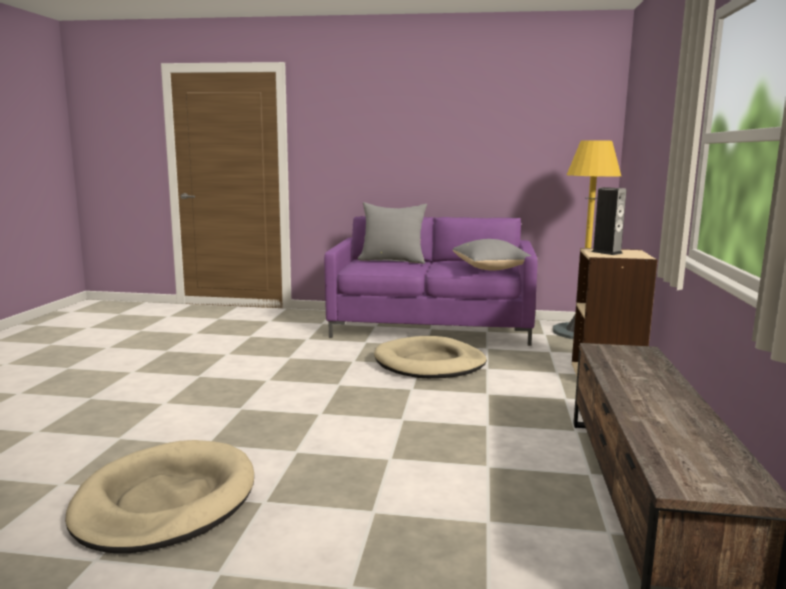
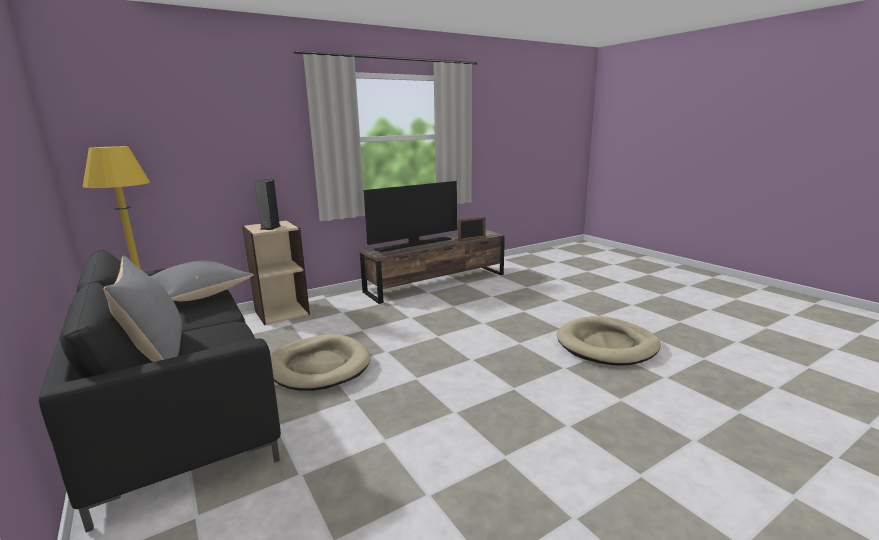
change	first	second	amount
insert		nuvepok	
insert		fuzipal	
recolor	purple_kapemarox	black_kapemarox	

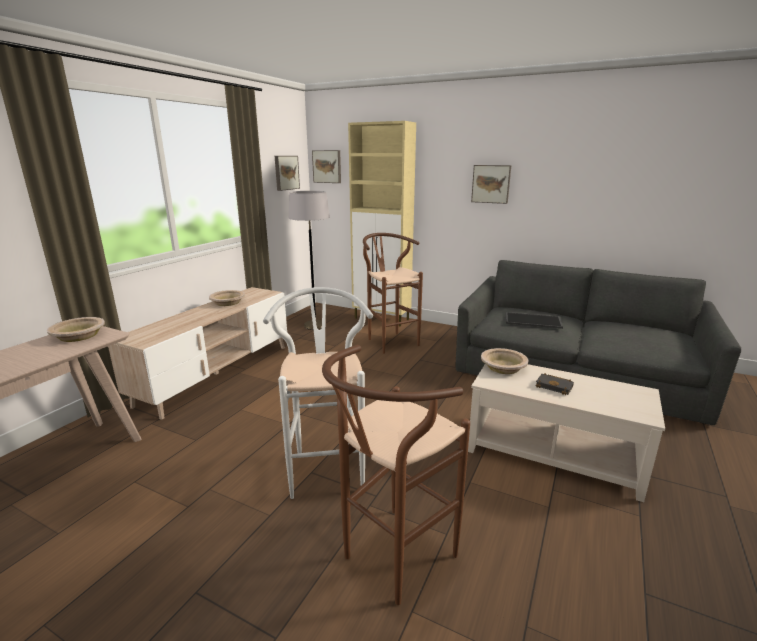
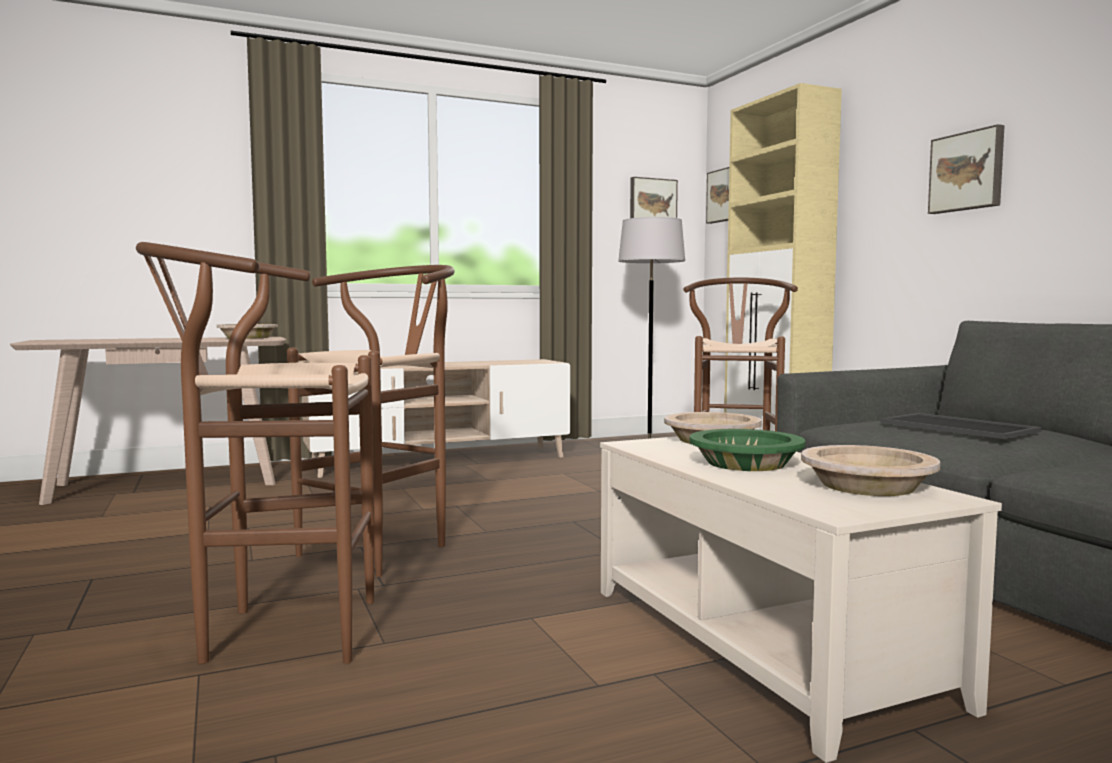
change	first	second	amount
move	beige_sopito (2nd from left in the first image)	beige_sopito (3rd from left)	
replace	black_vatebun	green_sopito	
recolor	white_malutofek	brown_malutofek (2nd from left)	

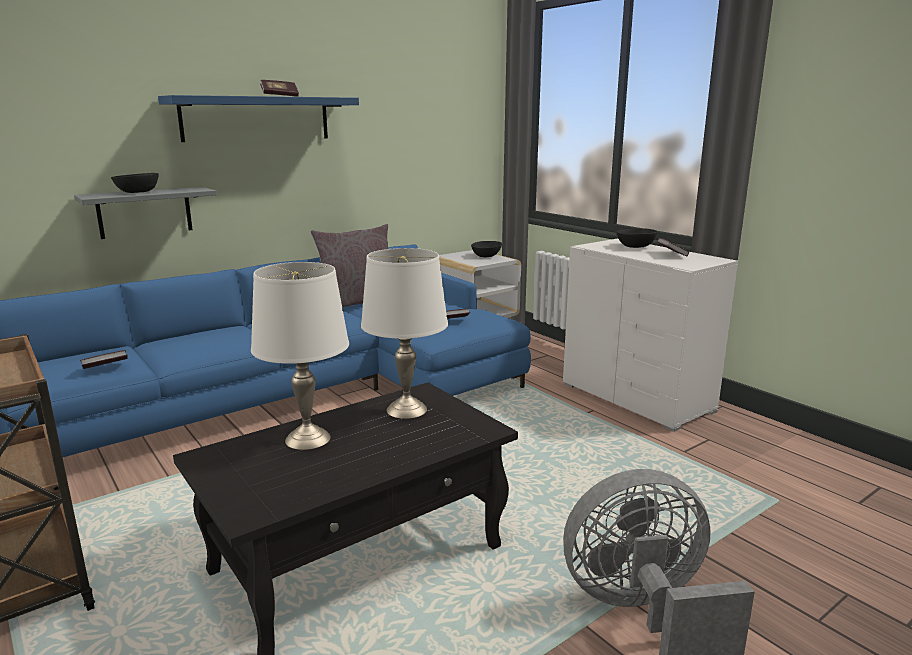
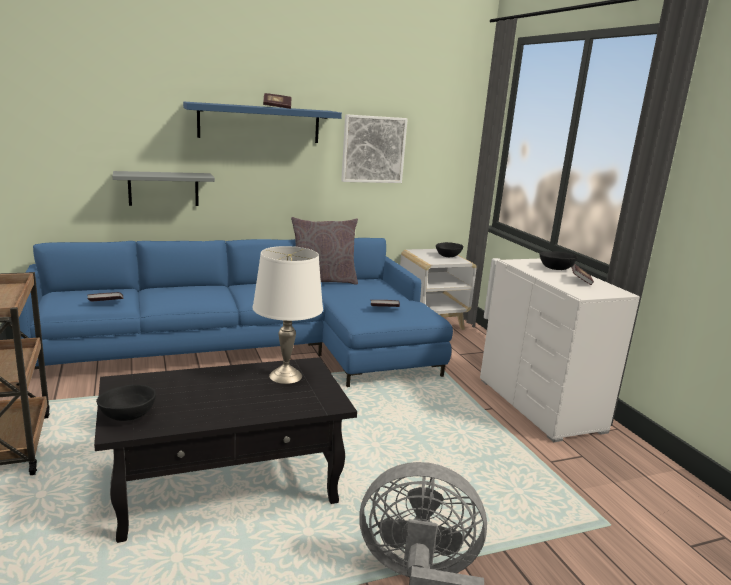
change	first	second	amount
delete	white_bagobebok (1st from left)		
insert		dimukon	
move	black_sopito (1st from left)		

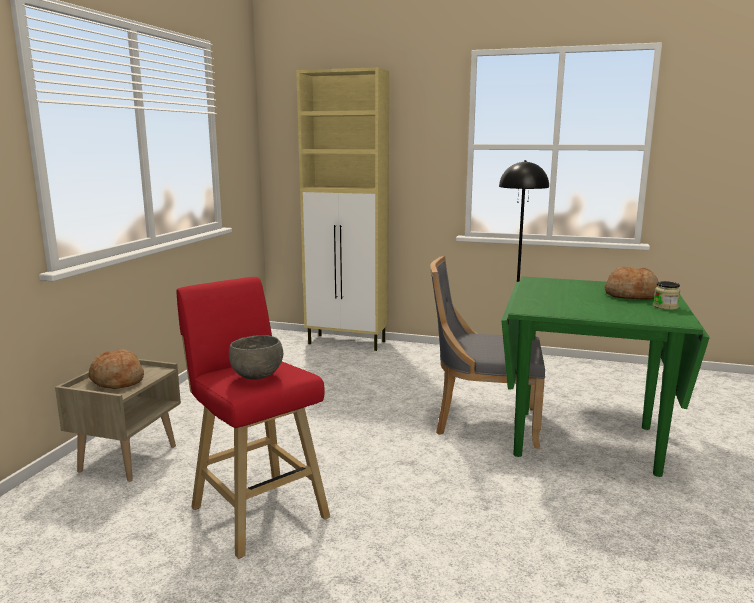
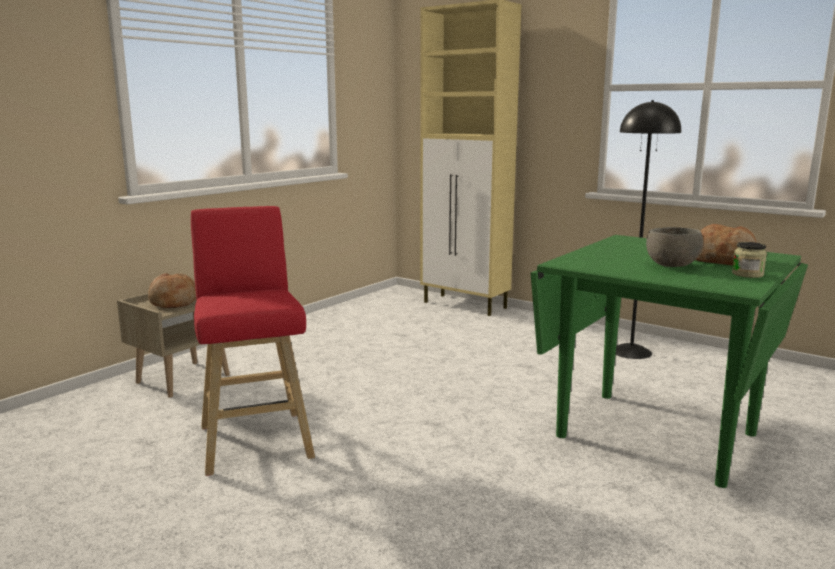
change	first	second	amount
delete	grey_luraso		
move	grey_sopito		

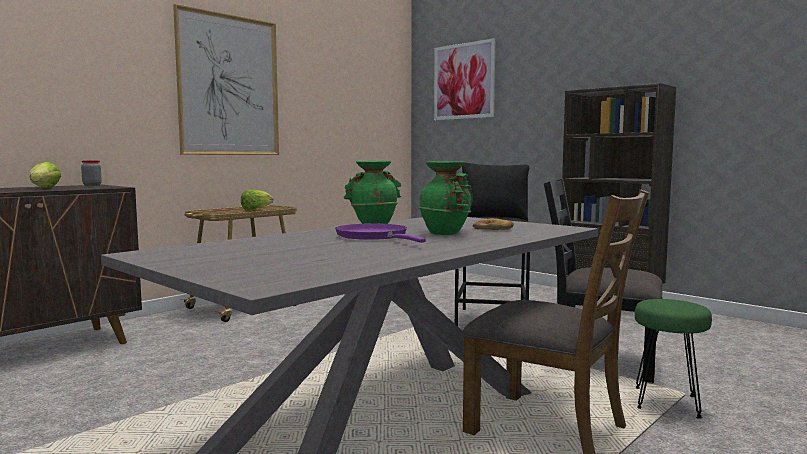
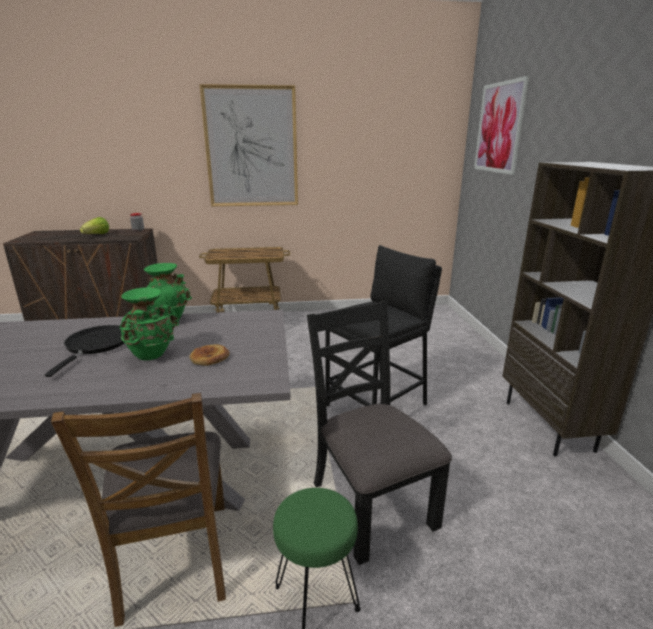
change	first	second	amount
delete	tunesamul (2nd from left)		
recolor	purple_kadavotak	black_kadavotak	

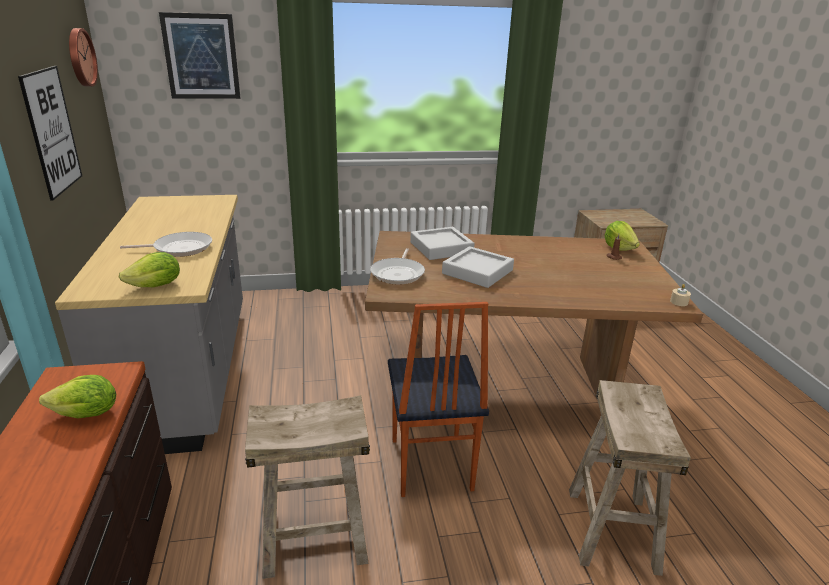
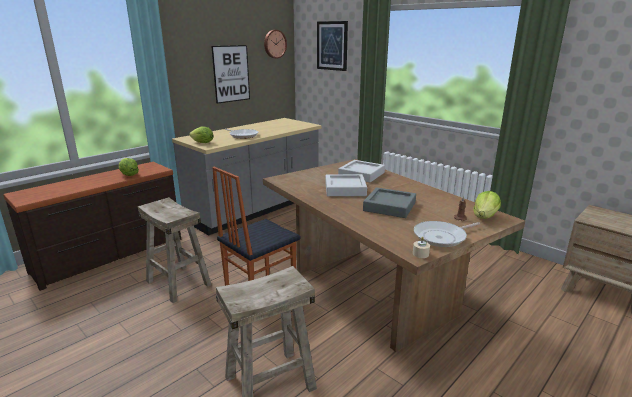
change	first	second	amount
insert		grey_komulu (3rd from left)	
move	kadavotak (2nd from left)		

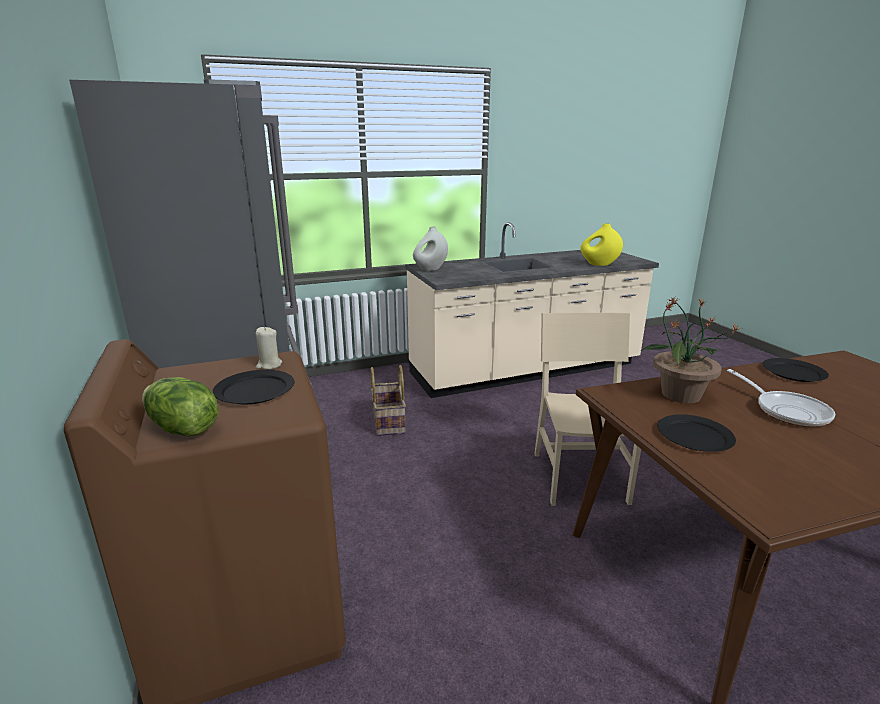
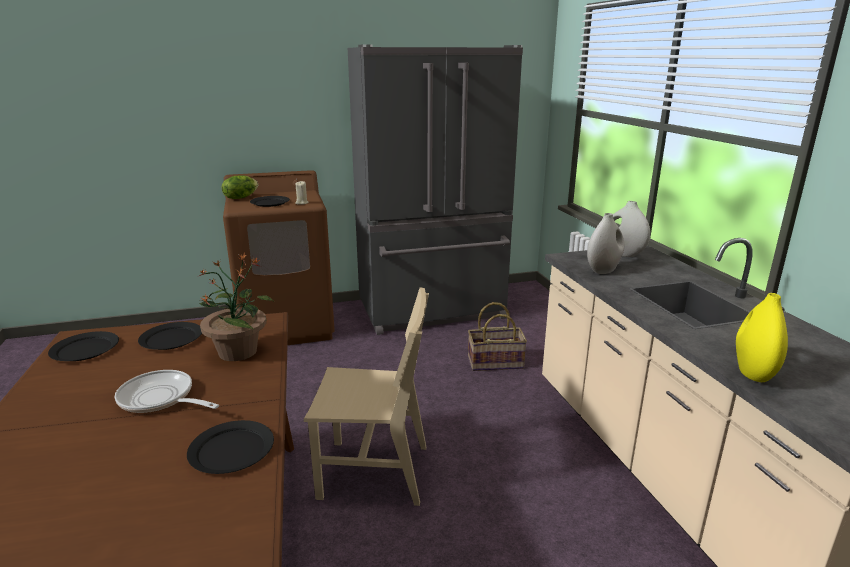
change	first	second	amount
insert		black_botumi (1st from left)	
insert		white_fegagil (1st from left)	
rotate	kadavotak		45 degrees clockwise

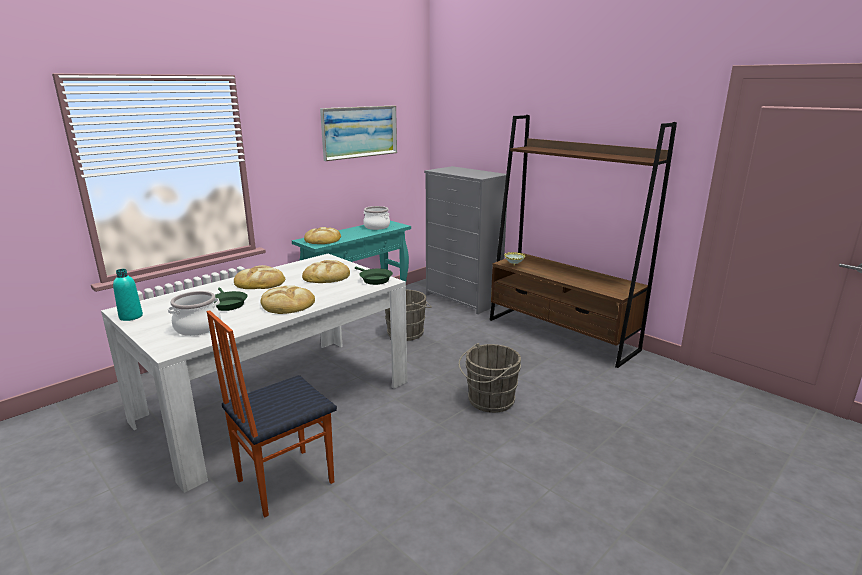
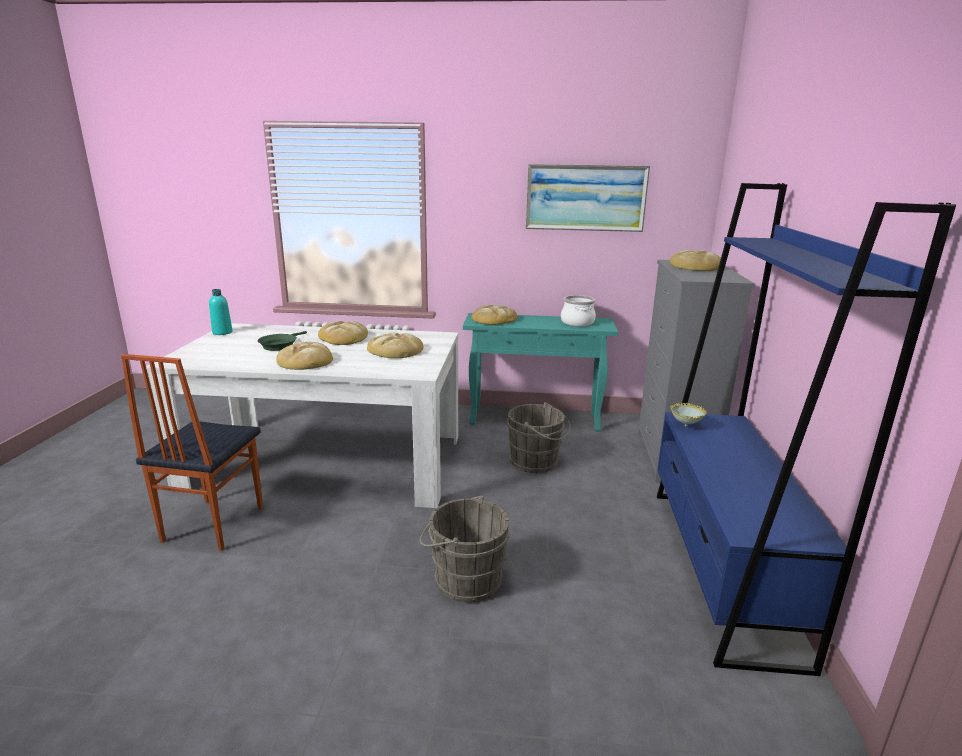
change	first	second	amount
delete	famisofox (1st from left)		
delete	green_kadavotak (2nd from left)		
insert		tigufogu (5th from left)	
recolor	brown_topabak	blue_topabak	
rotate	luraso		90 degrees counterclockwise

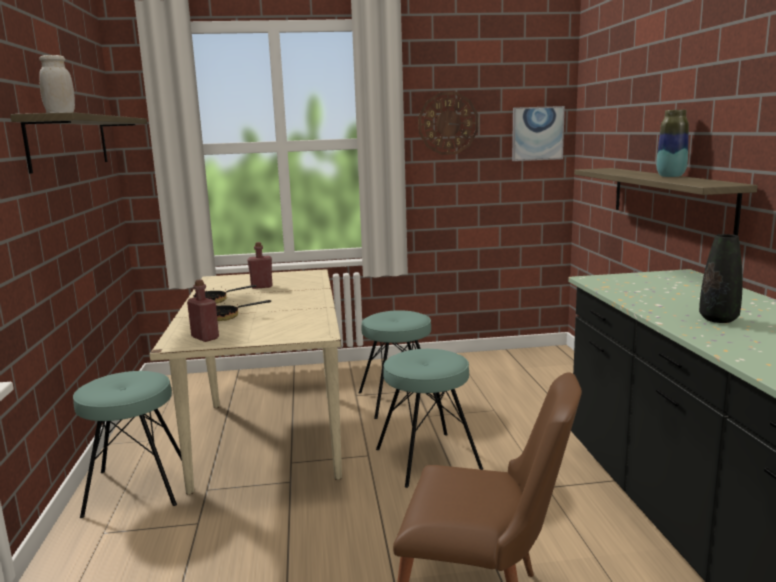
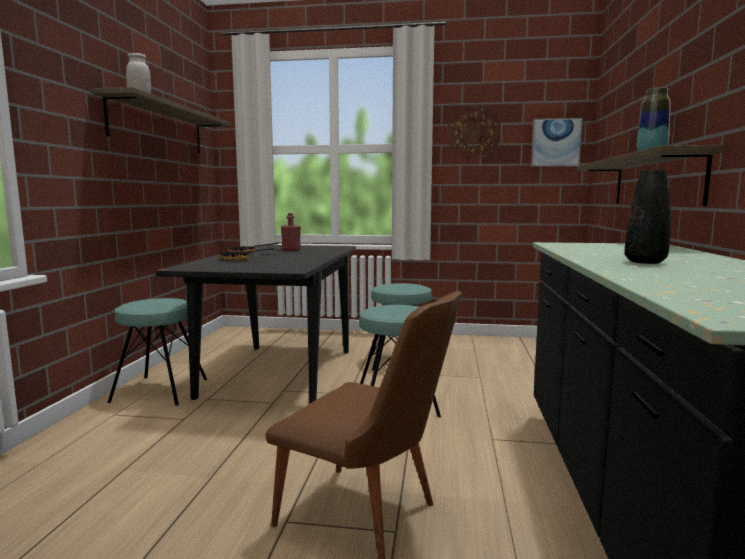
change	first	second	amount
delete	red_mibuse (1st from left)		
recolor	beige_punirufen	black_punirufen	

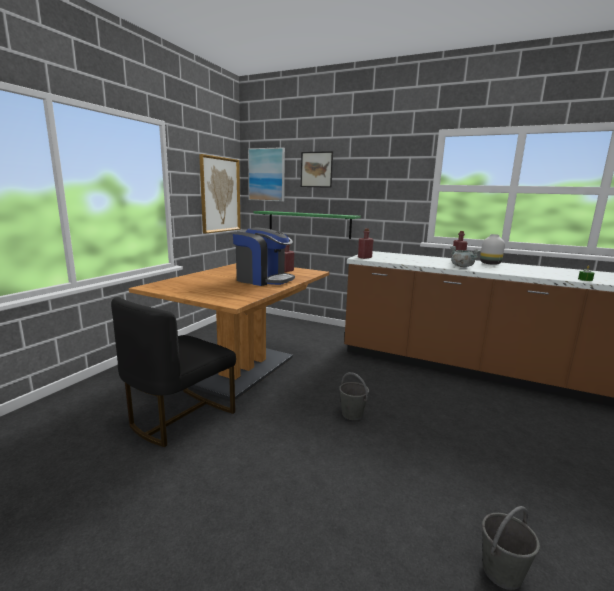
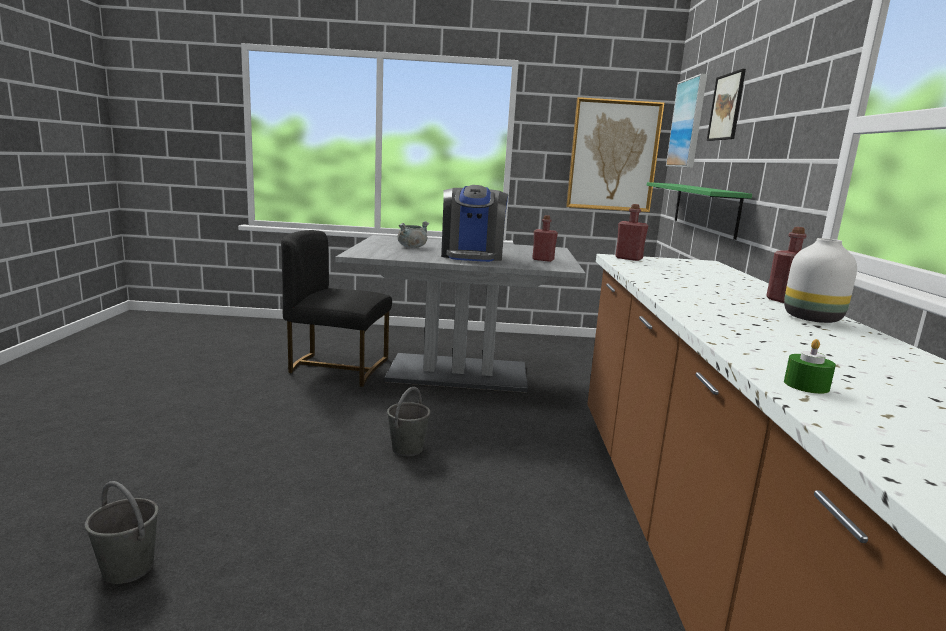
change	first	second	amount
move	grey_famisofox		
recolor	brown_punirufen	grey_punirufen	

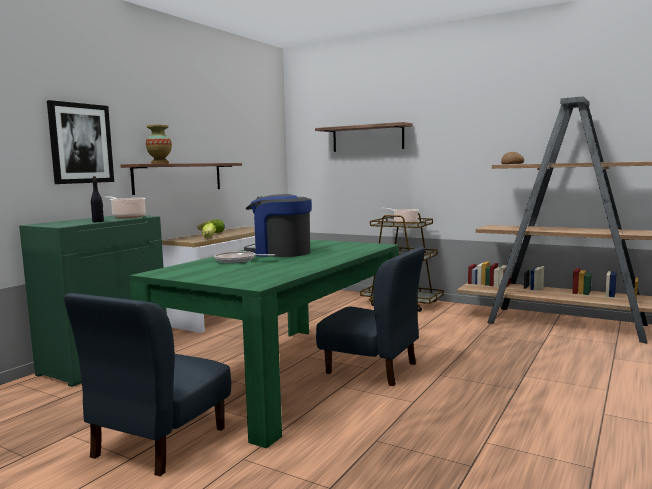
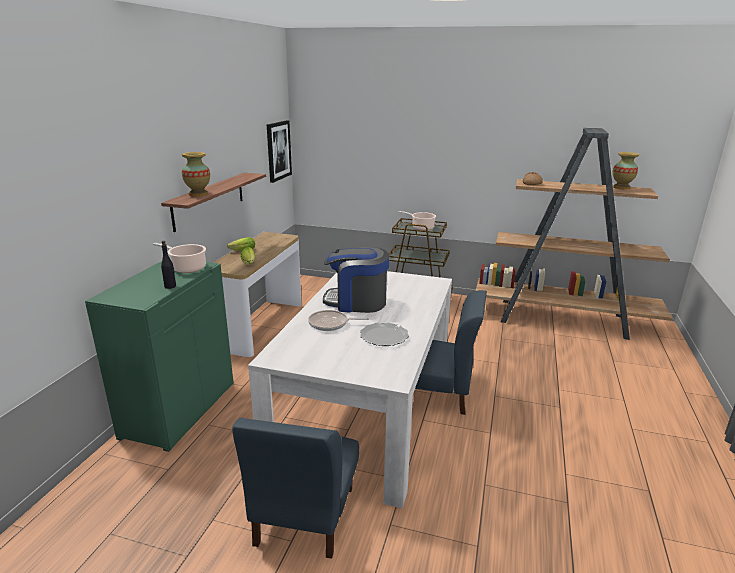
change	first	second	amount
delete	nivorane (2nd from left)		
insert		botumi	
insert		fegagil (2nd from left)	
move	dimukon		
recolor	green_punirufen	white_punirufen	

